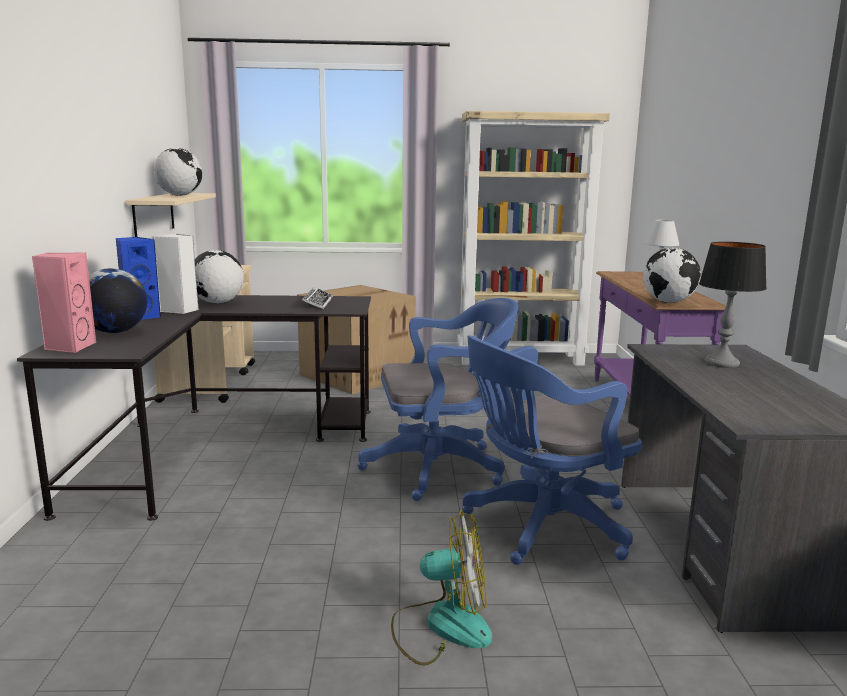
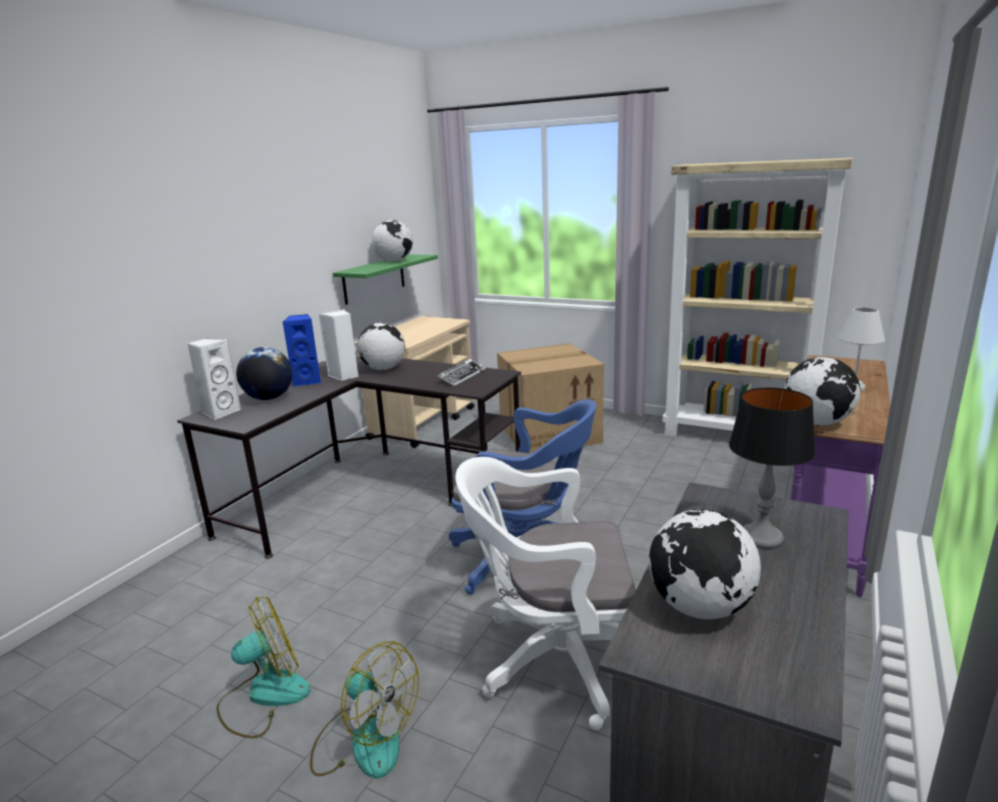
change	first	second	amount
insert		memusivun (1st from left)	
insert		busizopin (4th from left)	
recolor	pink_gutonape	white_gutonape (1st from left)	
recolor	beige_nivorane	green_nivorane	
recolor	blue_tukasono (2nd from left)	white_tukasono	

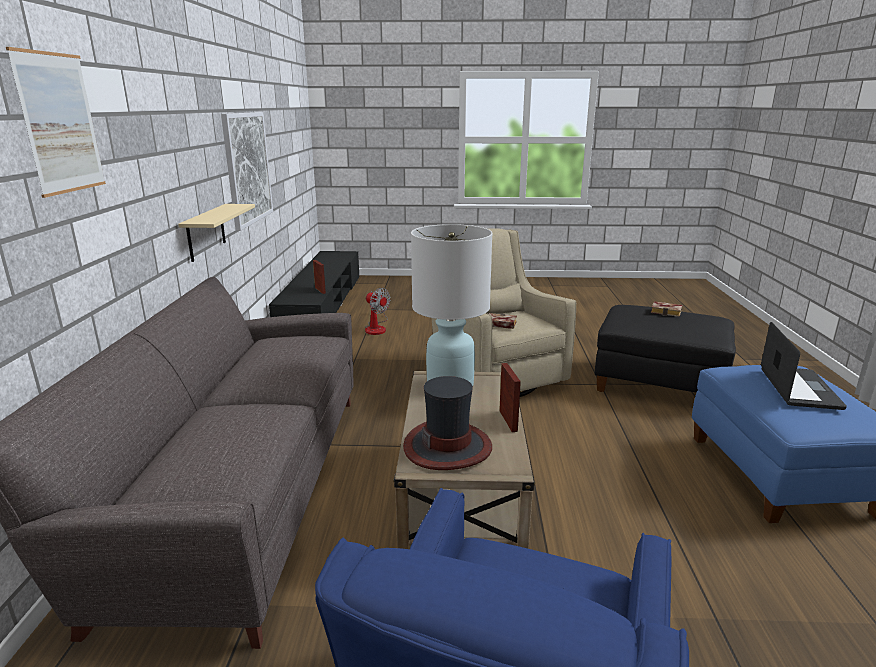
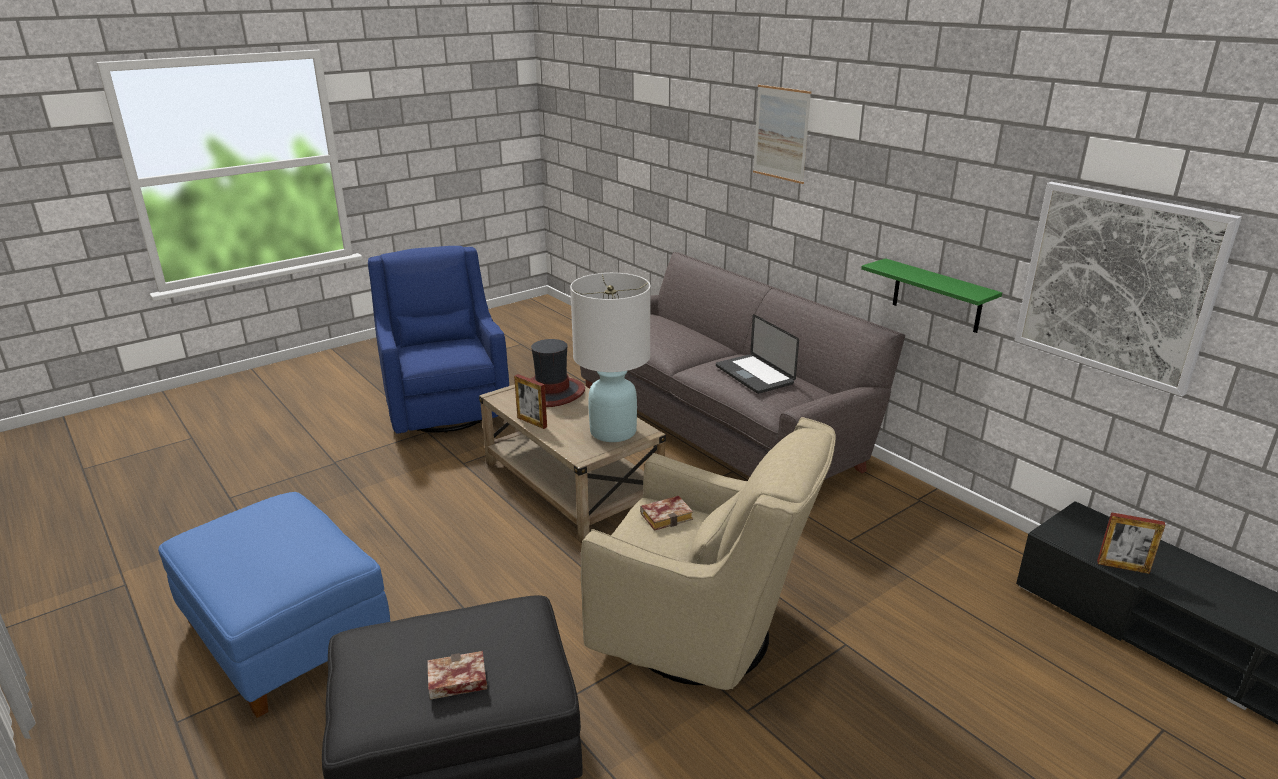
change	first	second	amount
delete	memusivun		
move	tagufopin		
recolor	beige_nivorane	green_nivorane	

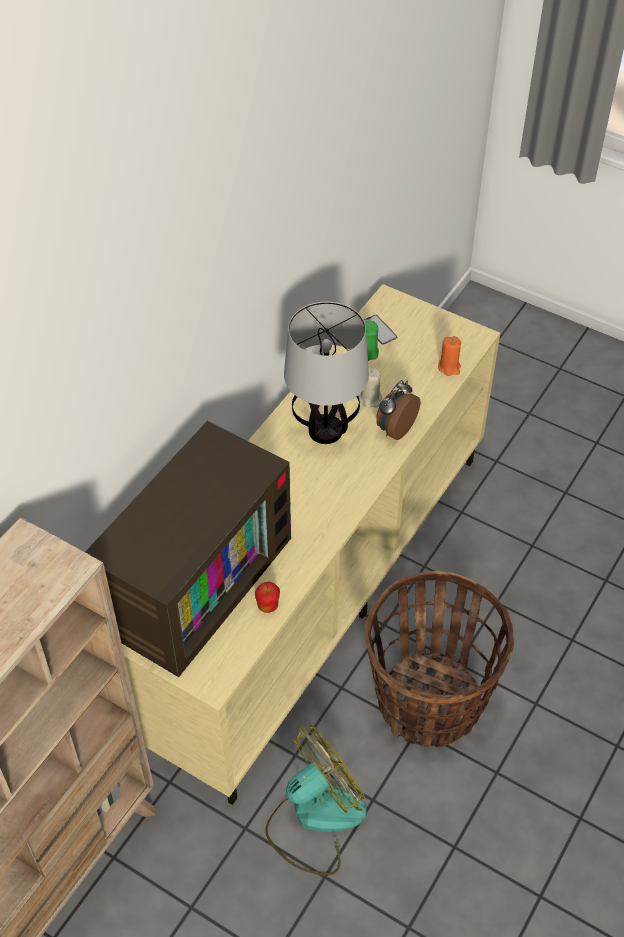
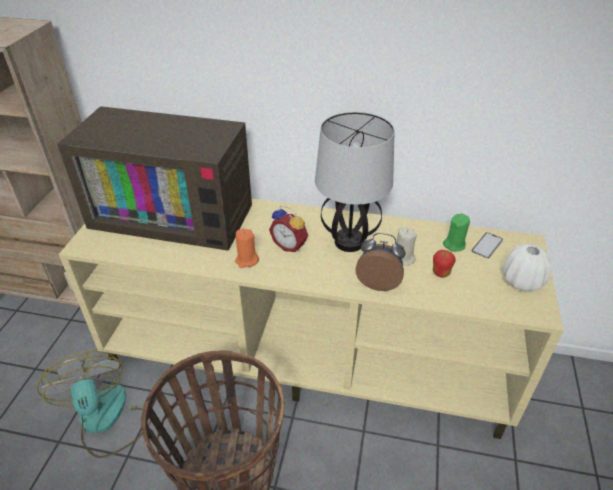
change	first	second	amount
insert		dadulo (1st from left)	
insert		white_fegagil	
move	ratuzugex		
move	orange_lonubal		
rotate	memusivun		150 degrees counterclockwise

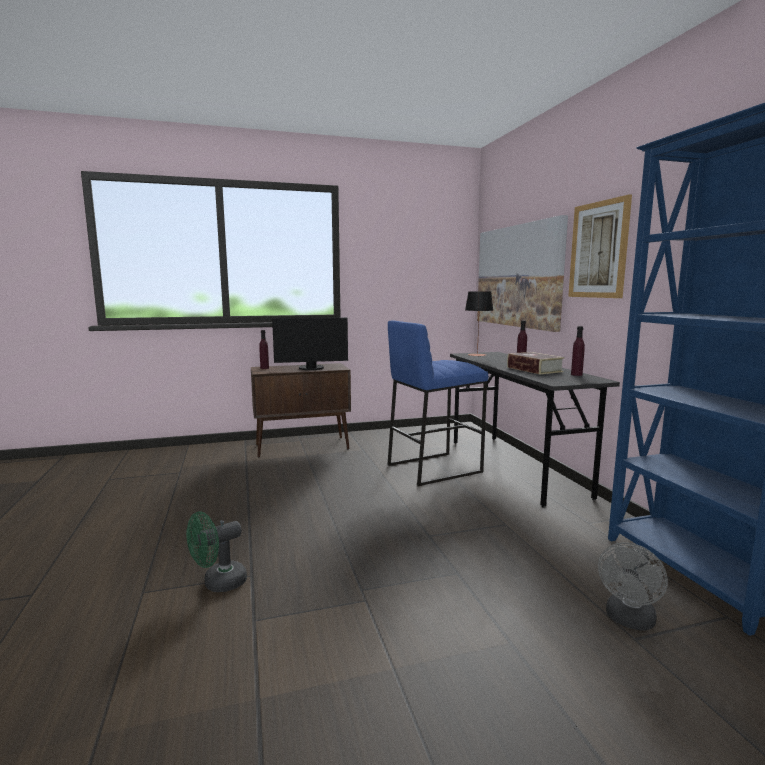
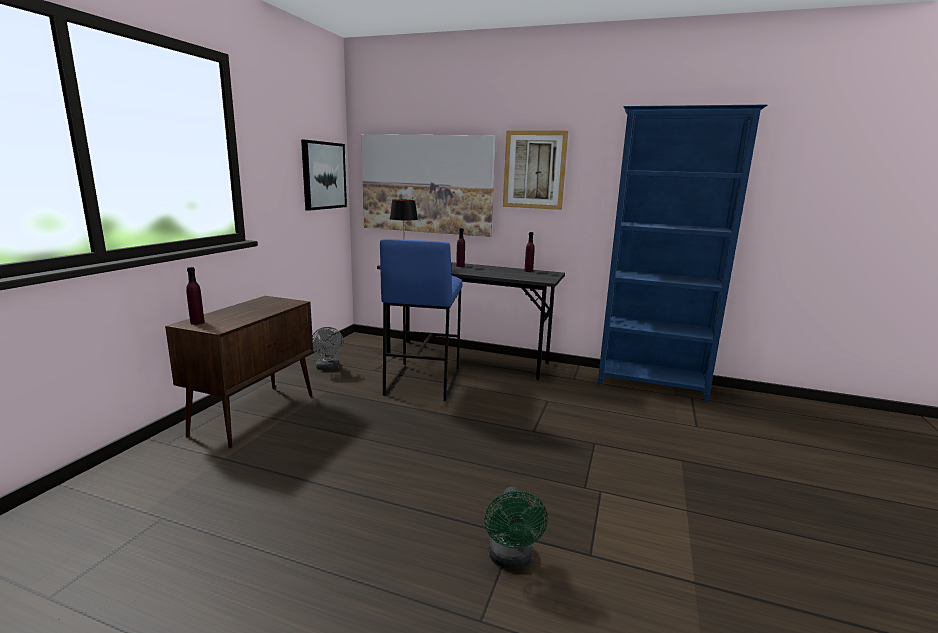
change	first	second	amount
delete	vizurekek		
delete	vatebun		
insert		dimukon (1st from left)	
move	grey_memusivun		

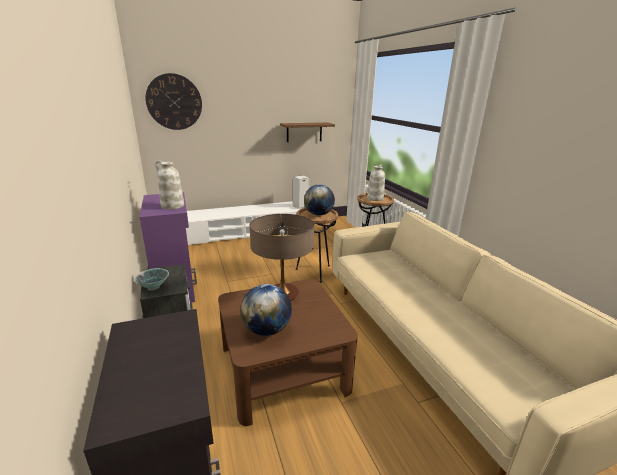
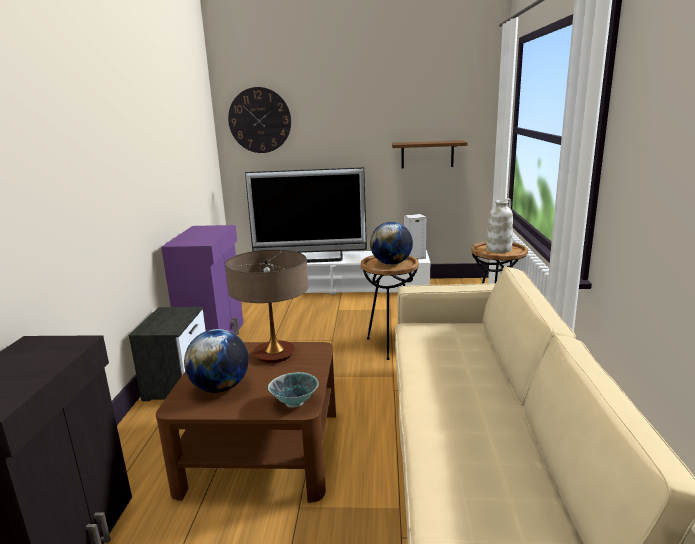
change	first	second	amount
delete	white_fegagil (1st from left)		
insert		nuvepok	
move	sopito		

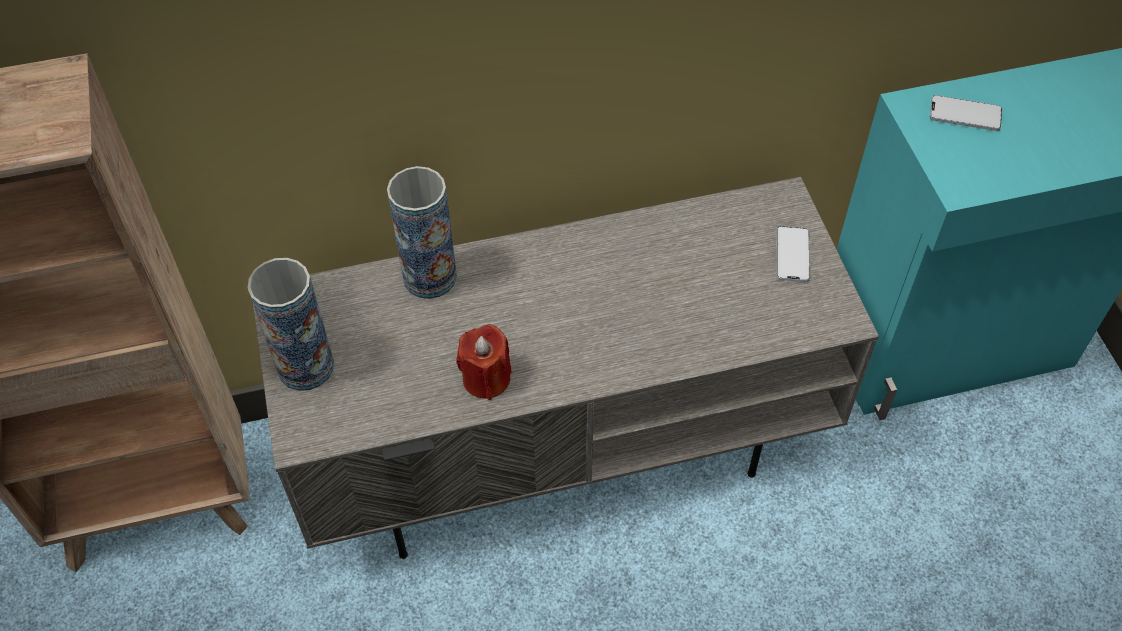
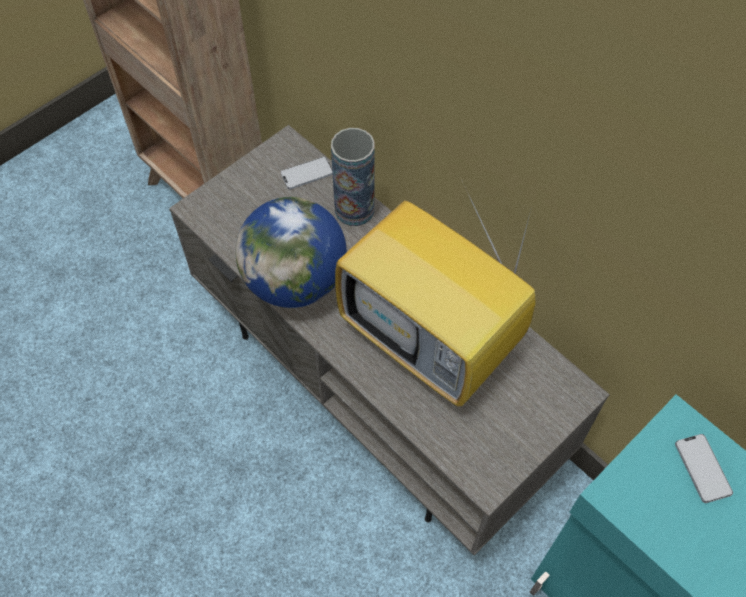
change	first	second	amount
delete	fegagil (1st from left)		
insert		nuvepok	
move	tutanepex (1st from left)		
replace	red_lonubal	busizopin	

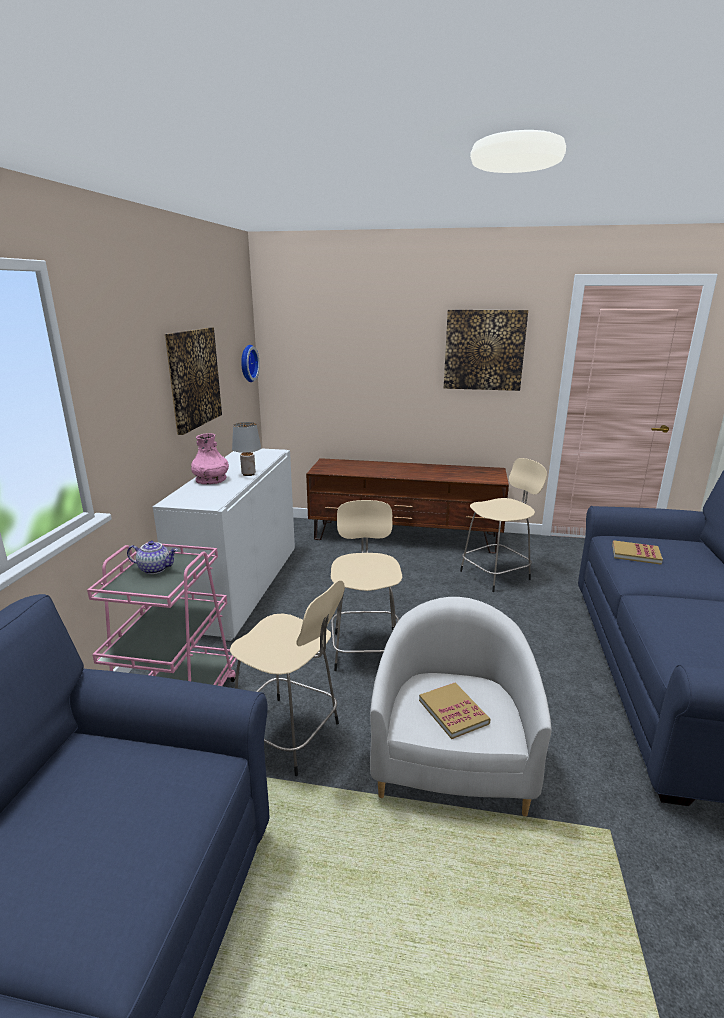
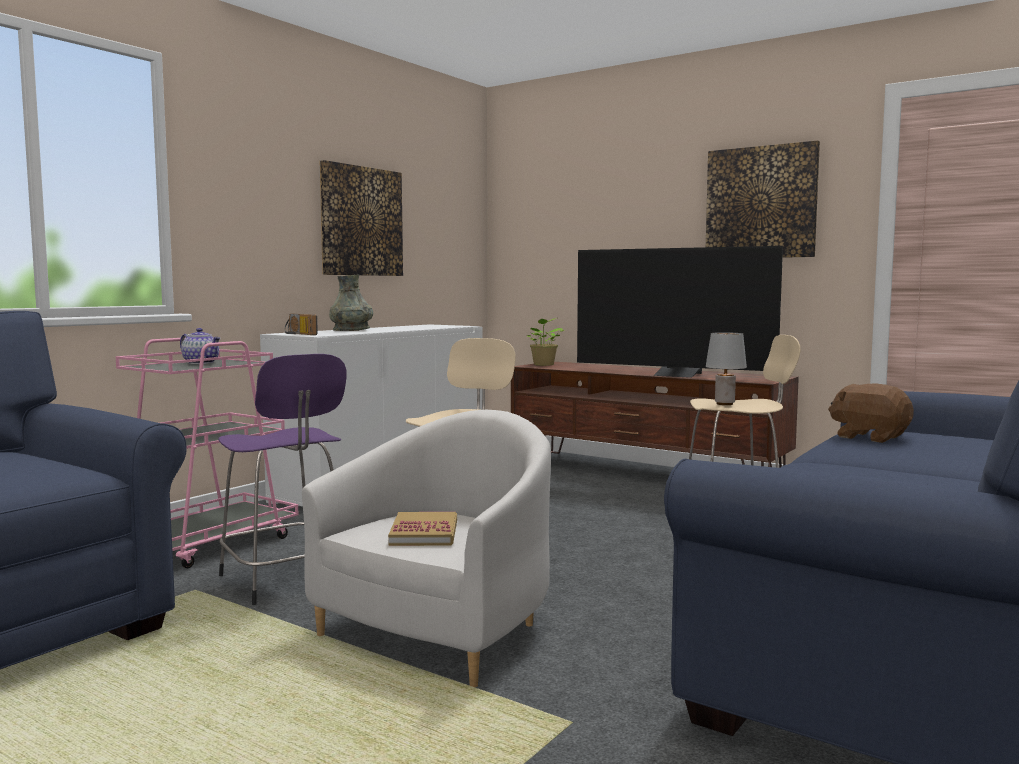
change	first	second	amount
delete	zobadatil		
insert		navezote	
insert		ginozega	
insert		nuvepok	
move	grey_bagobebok		
replace	vatebun (2nd from left)	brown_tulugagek	
recolor	pink_fegagil	grey_fegagil	
recolor	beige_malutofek (1st from left)	purple_malutofek	

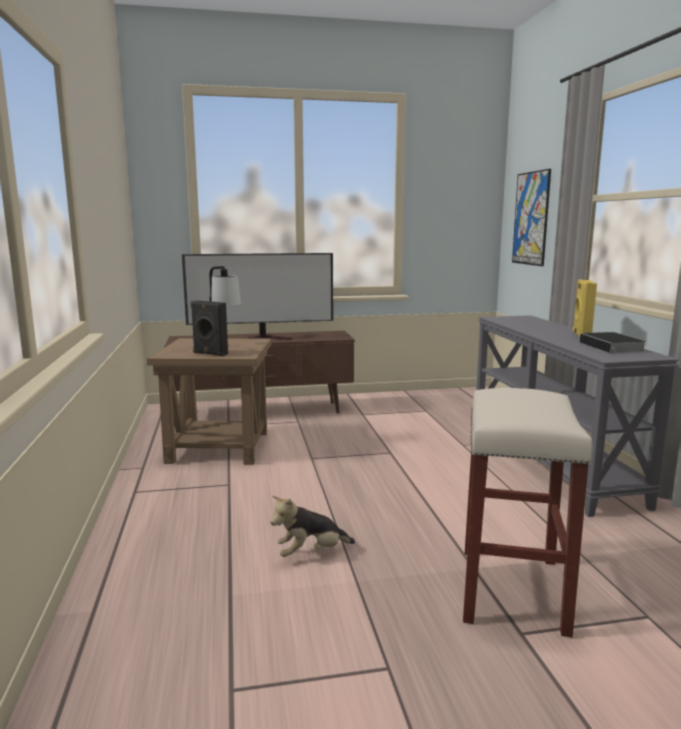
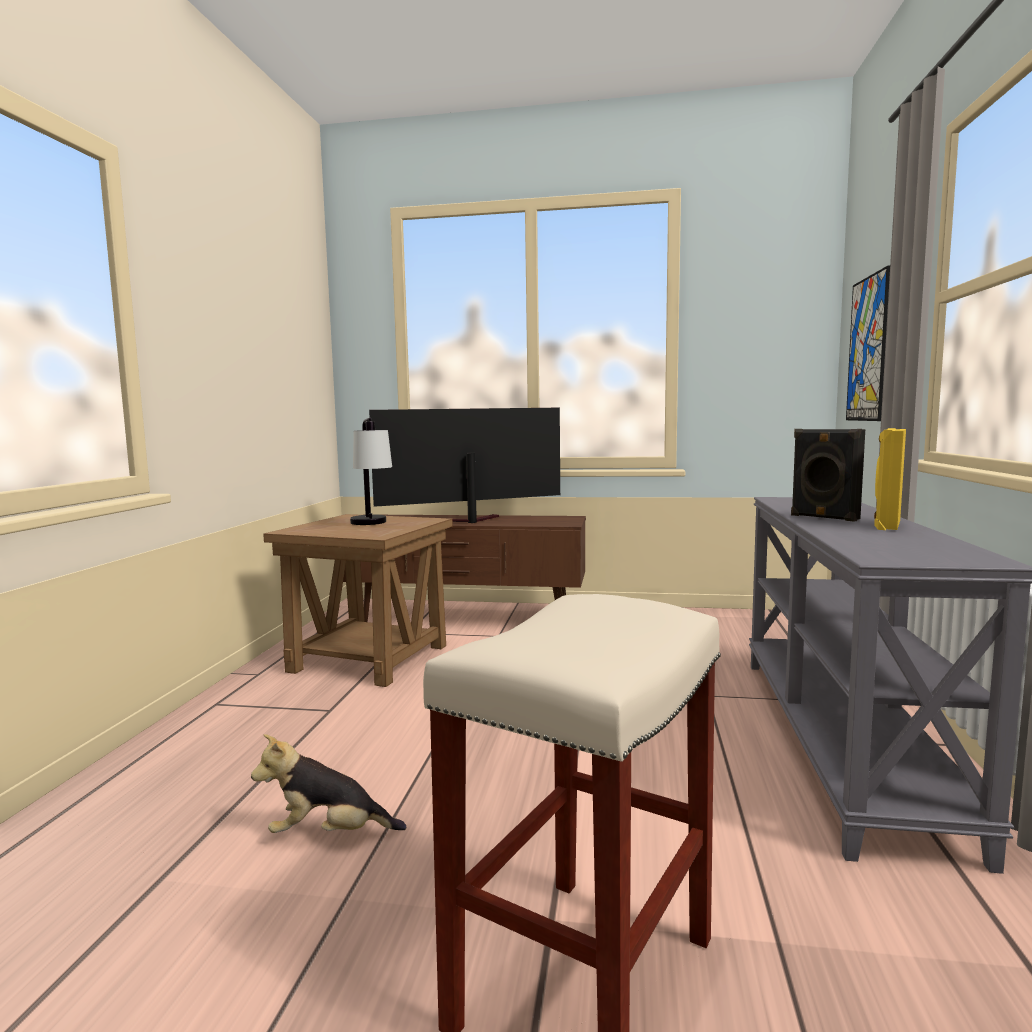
change	first	second	amount
delete	vatebun		
move	black_gutonape		
rotate	nuvepok		150 degrees clockwise

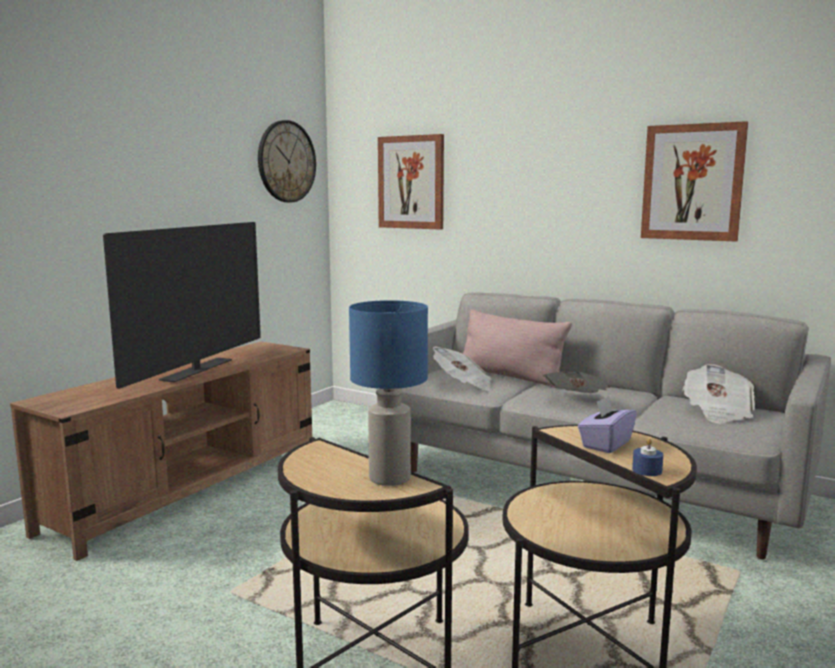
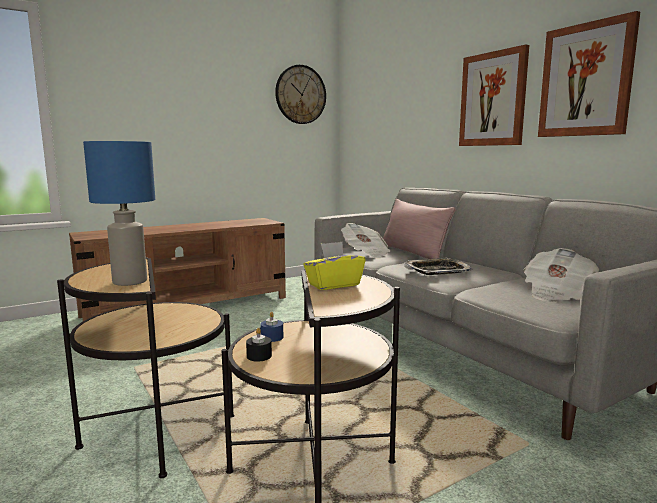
change	first	second	amount
delete	nuvepok		
insert		black_lonubal	
move	dimukon (1st from left)		
move	blue_lonubal		
replace	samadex (2nd from left)	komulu	
recolor	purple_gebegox	yellow_gebegox	

